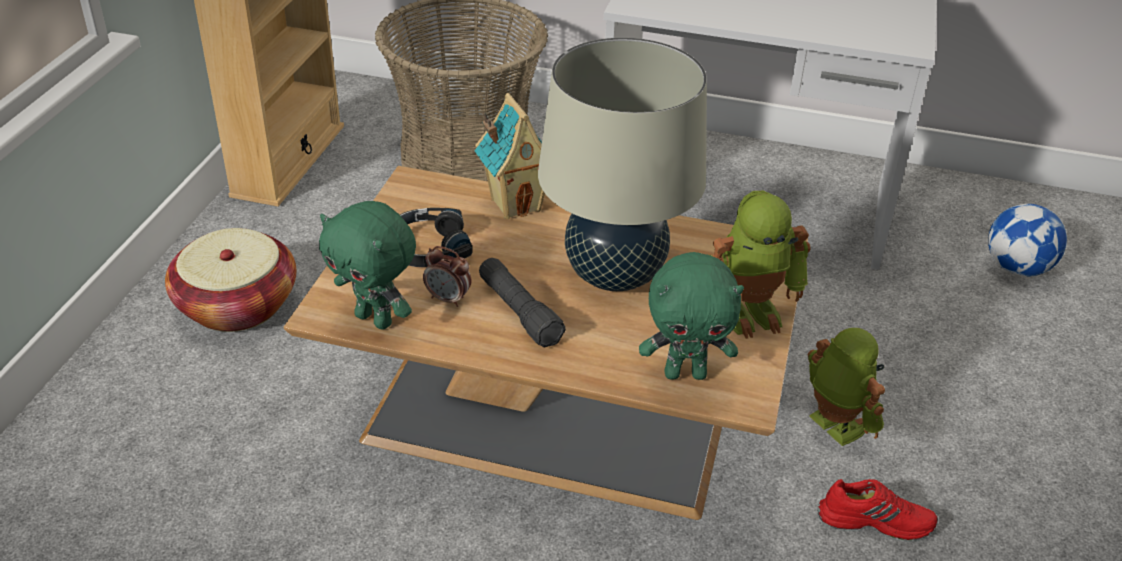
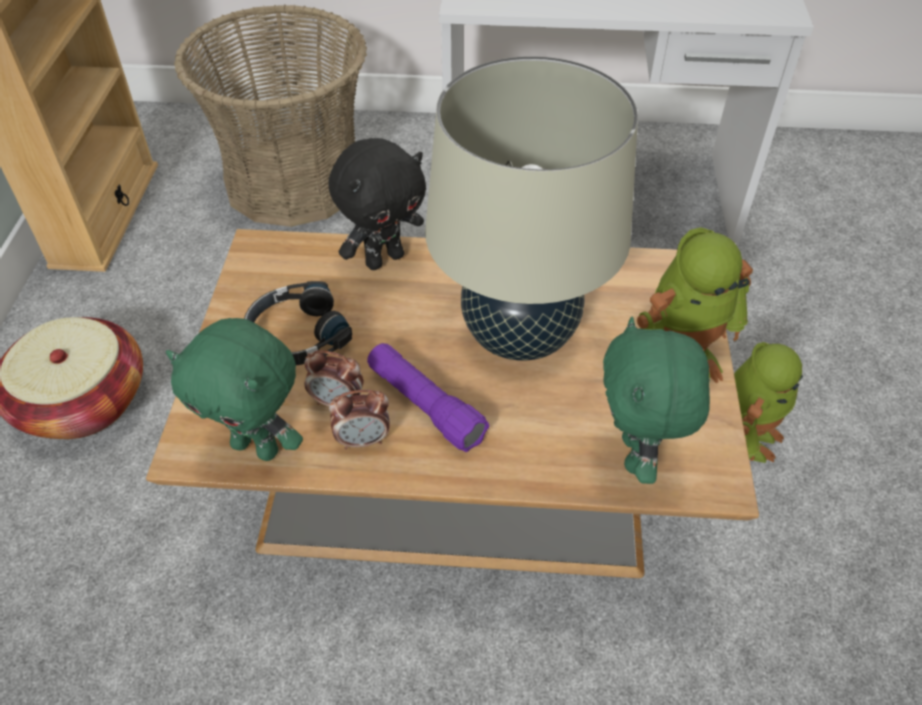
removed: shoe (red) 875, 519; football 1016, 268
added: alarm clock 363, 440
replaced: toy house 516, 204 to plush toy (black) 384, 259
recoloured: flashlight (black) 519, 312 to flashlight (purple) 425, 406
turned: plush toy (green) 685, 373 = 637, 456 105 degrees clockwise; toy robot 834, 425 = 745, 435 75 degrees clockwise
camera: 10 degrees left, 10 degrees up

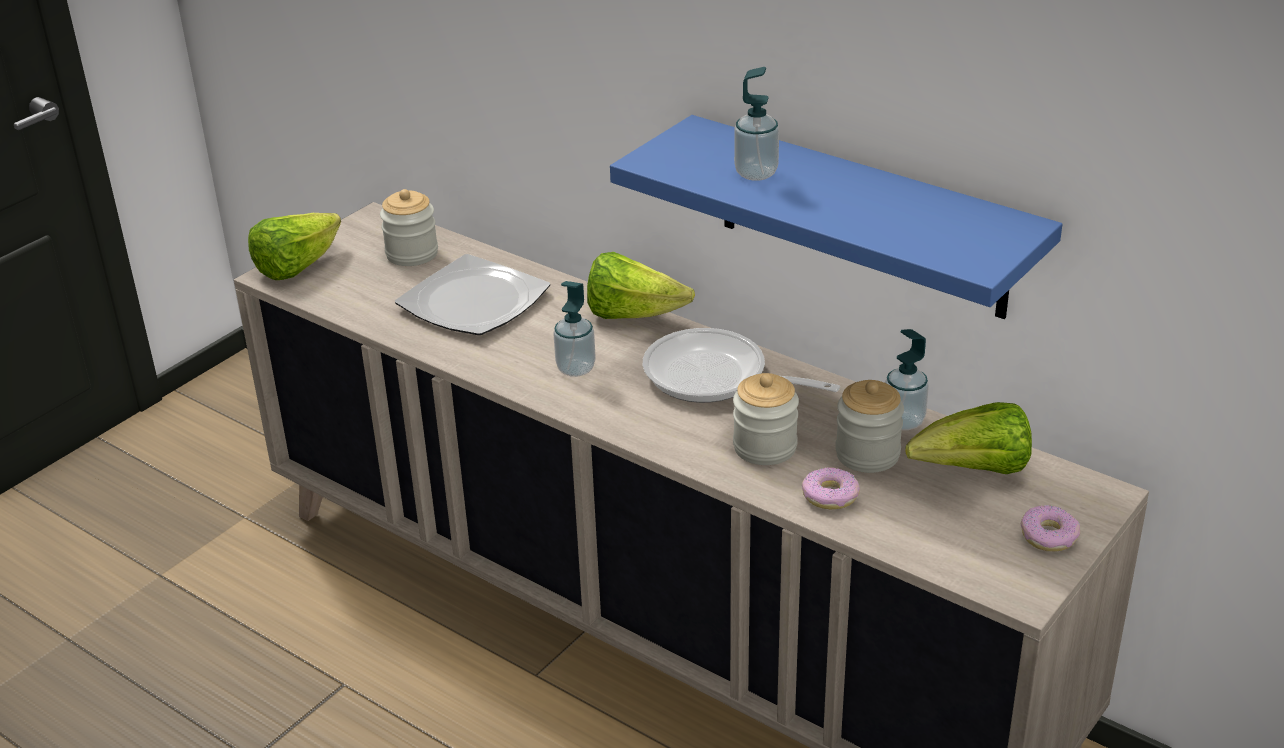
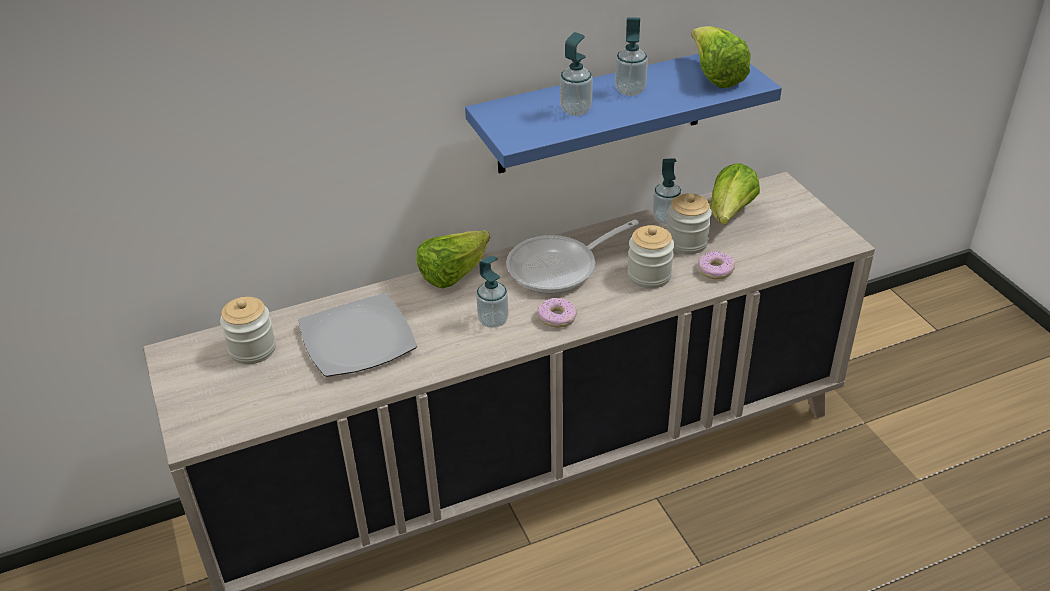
added: soap dispenser 630, 90
moved: lettuce 297, 267 to 715, 76; donut 1049, 536 to 557, 317
camera: 60 degrees left, 5 degrees up

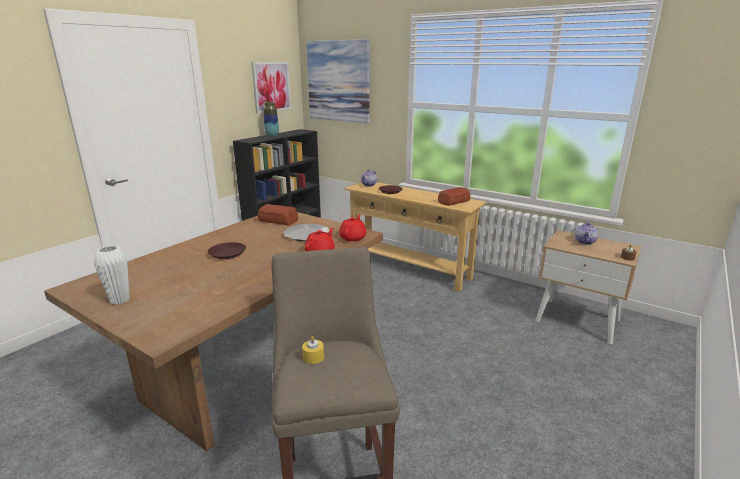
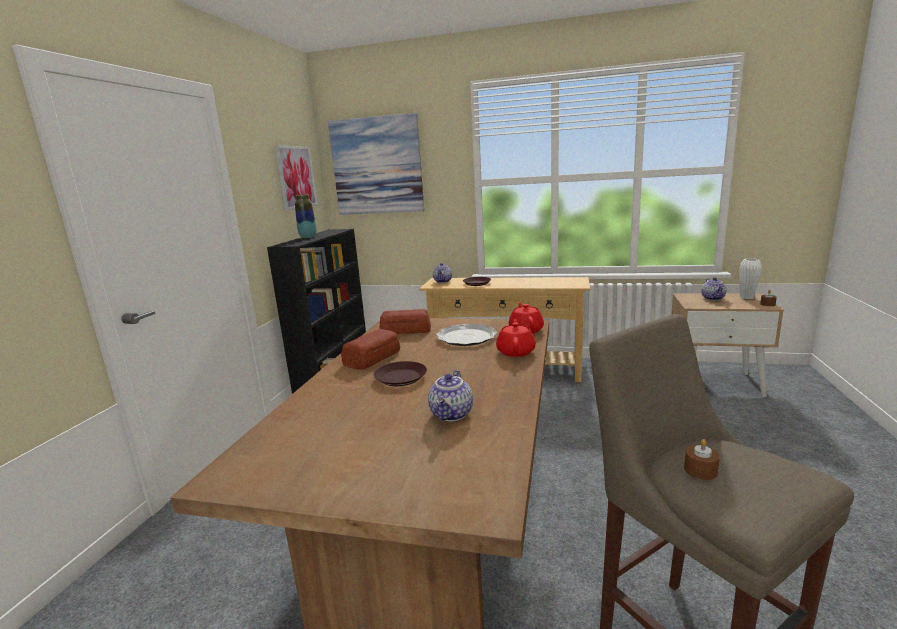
added: teapot 452, 414
moved: vase (white) 120, 300 to 746, 297; bread 453, 201 to 371, 358
recoloured: candle (yellow) 313, 357 to candle (brown) 700, 470
camera: 20 degrees left, 5 degrees down

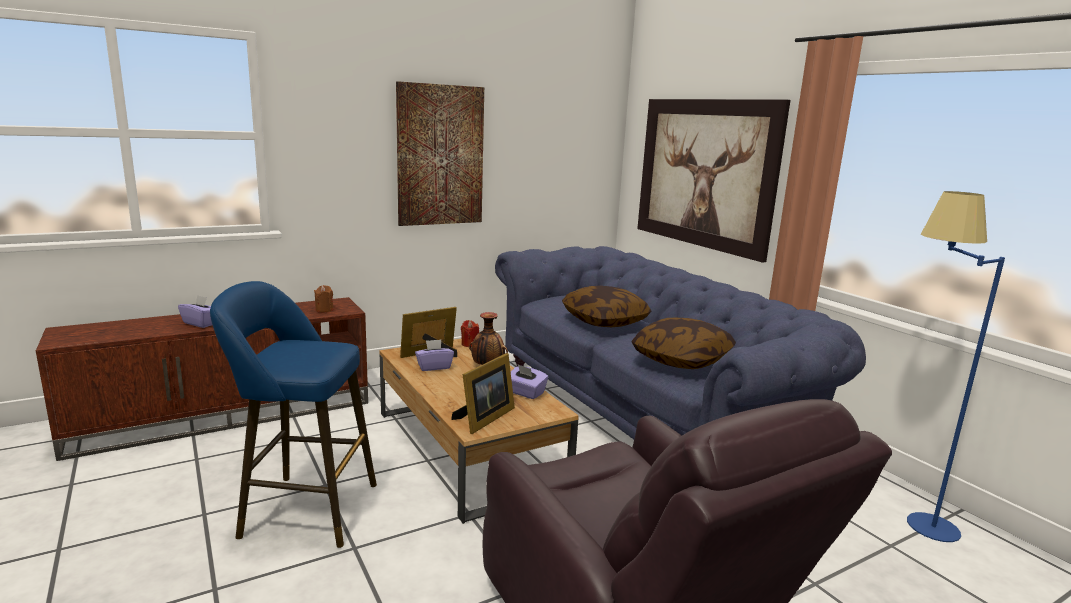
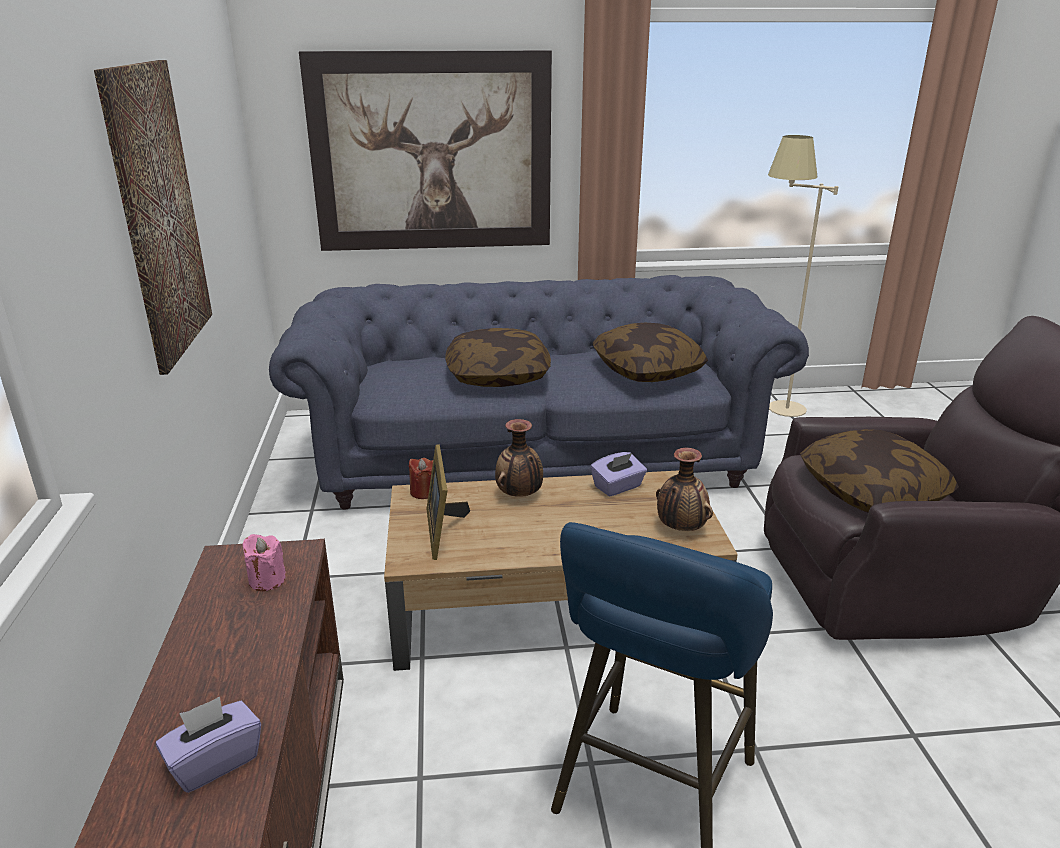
removed: tissue box (purple) 434, 367
added: pillow 872, 492
replaced: picture frame 484, 418 to vase 680, 528
recoloured: candle (brown) 324, 310 to candle (pink) 267, 580; floor lamp (blue) 909, 517 to floor lamp (beige) 773, 411
camera: 65 degrees left, 10 degrees up

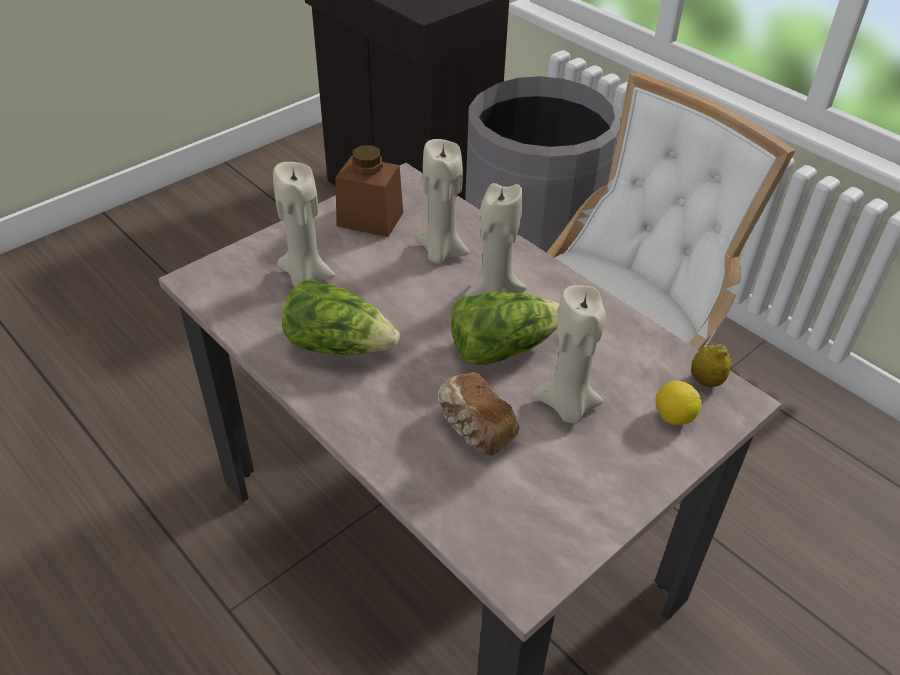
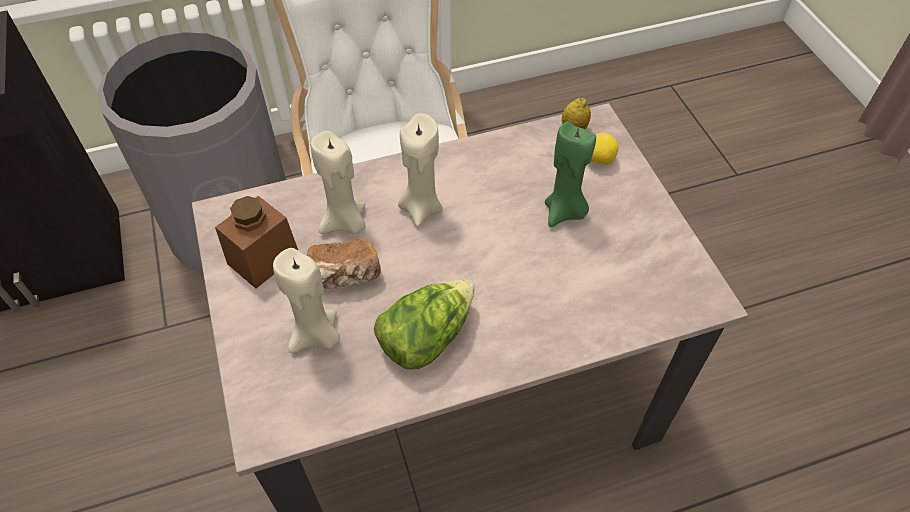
removed: lettuce 502, 347
moved: bread 473, 428 to 345, 276
recoloured: candle (beige) 567, 406 to candle (green) 564, 212
camera: 65 degrees left, 10 degrees up

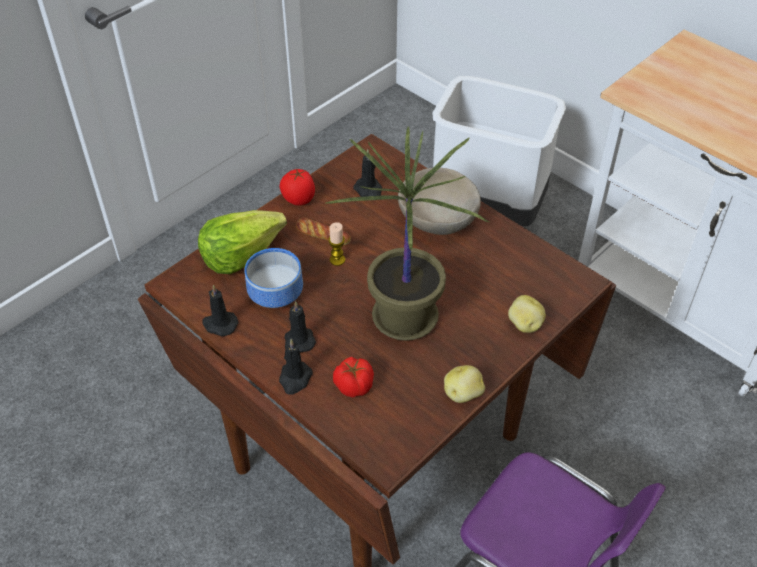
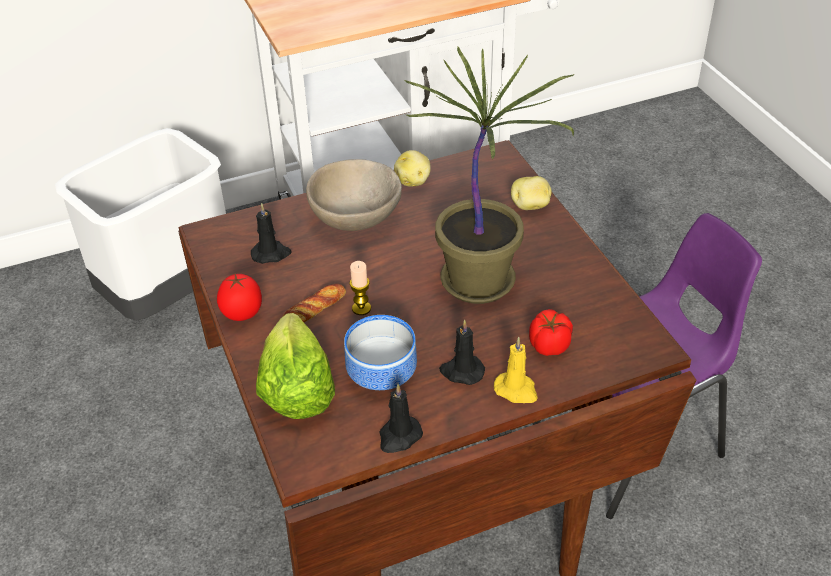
moved: potato 463, 394 to 413, 181
recoloured: candle (black) 295, 379 to candle (yellow) 516, 390
camera: 65 degrees left, 5 degrees down

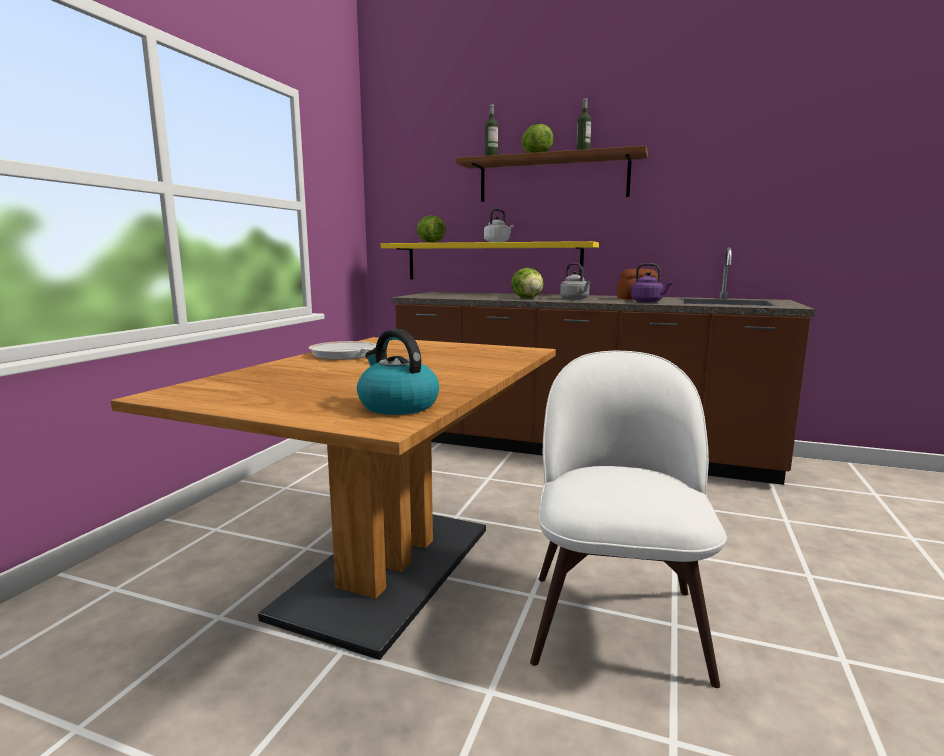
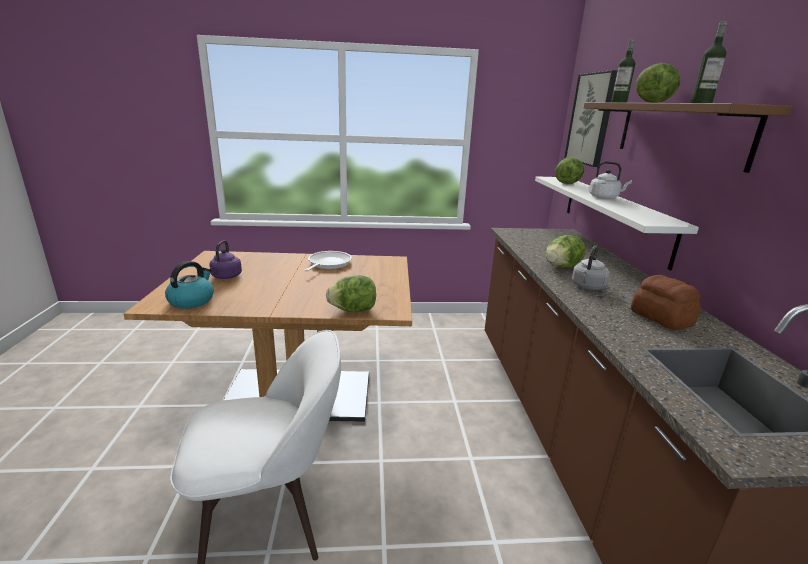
added: lettuce 353, 310; picture 591, 119
moved: kettle (purple) 648, 302 to 225, 277
recoloured: shelf (yellow) 492, 262 to shelf (white) 613, 216
camera: 65 degrees right, 10 degrees up

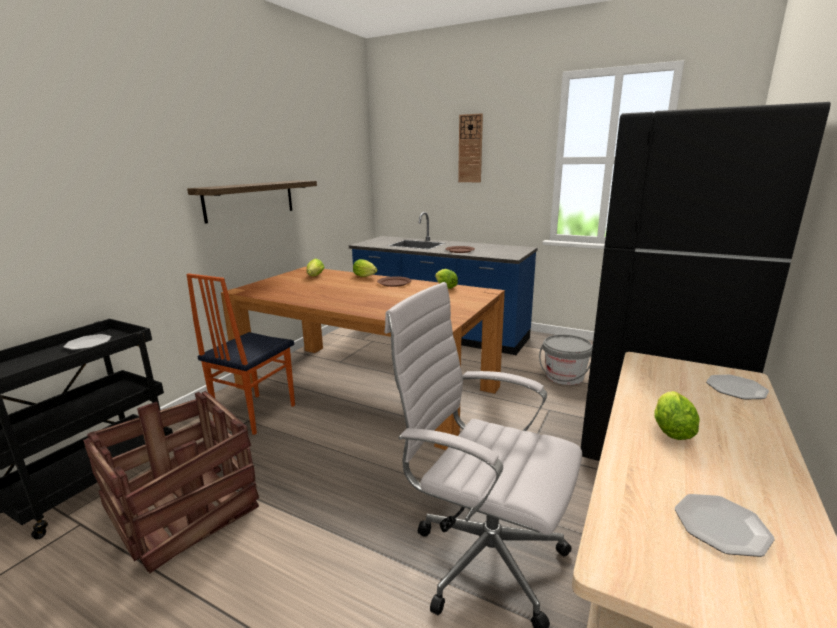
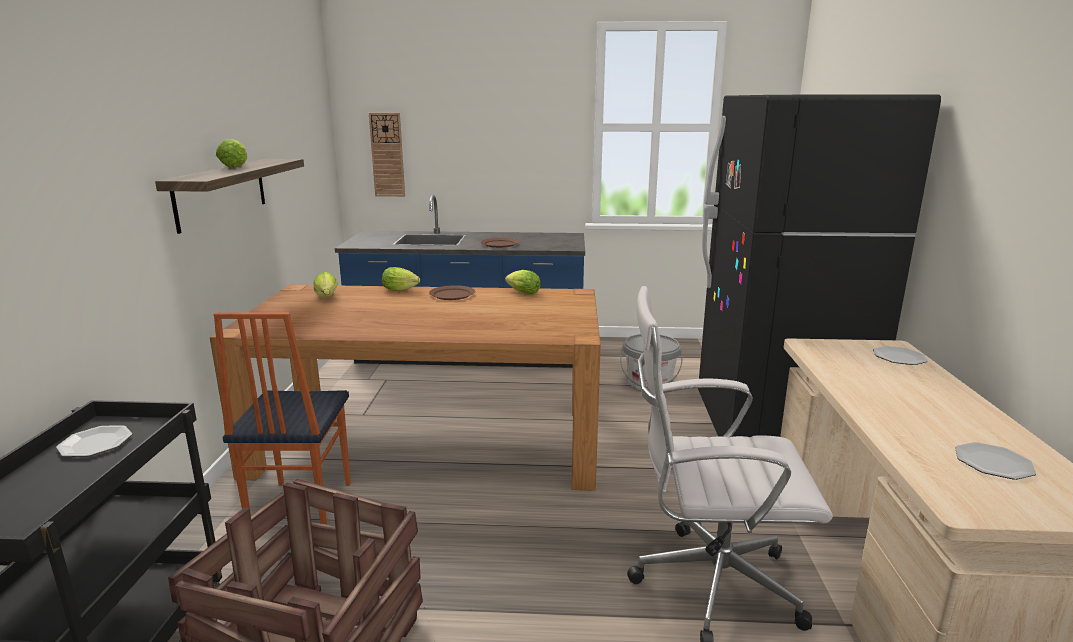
moved: wall clock 470, 149 to 387, 155; lettuce 670, 428 to 235, 166
camera: 25 degrees left, 0 degrees up

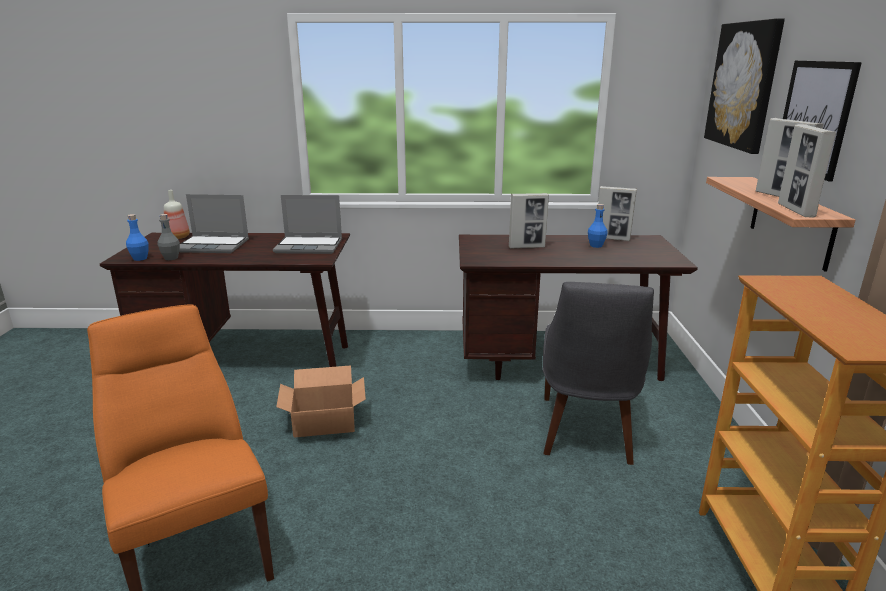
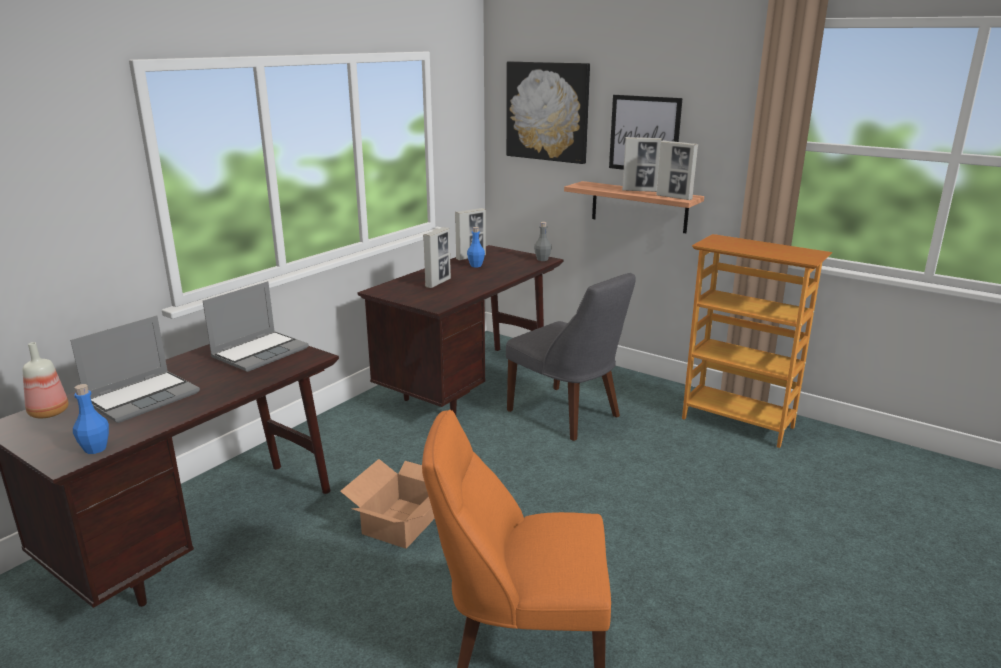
moved: bottle (grey) 171, 258 to 542, 259
camera: 55 degrees left, 0 degrees up

